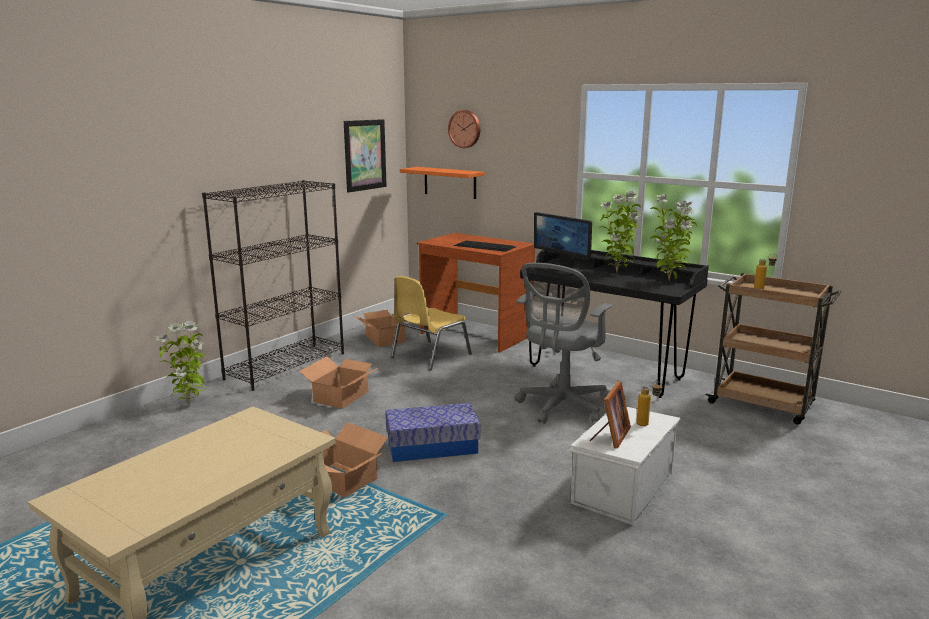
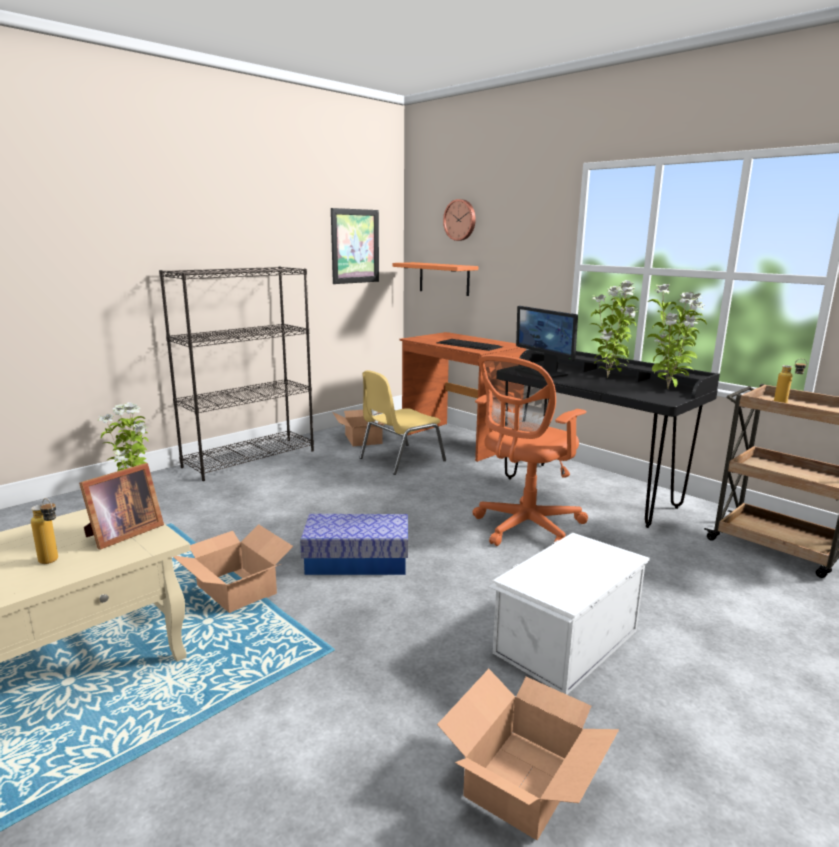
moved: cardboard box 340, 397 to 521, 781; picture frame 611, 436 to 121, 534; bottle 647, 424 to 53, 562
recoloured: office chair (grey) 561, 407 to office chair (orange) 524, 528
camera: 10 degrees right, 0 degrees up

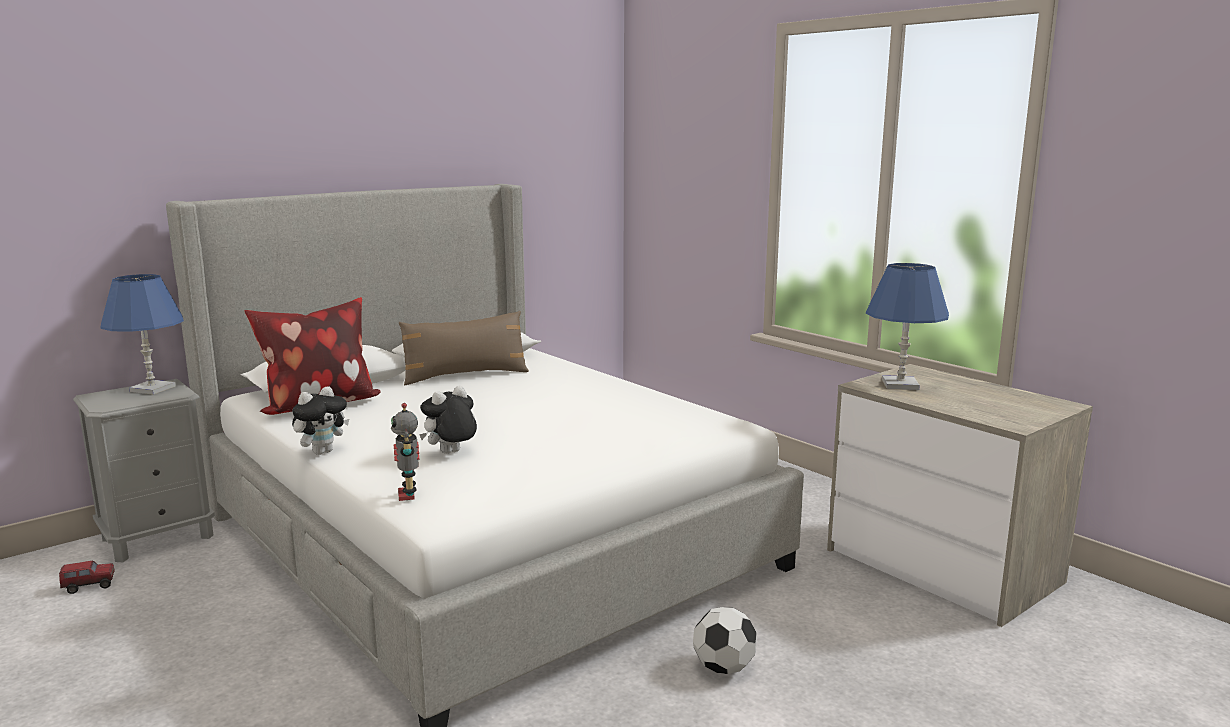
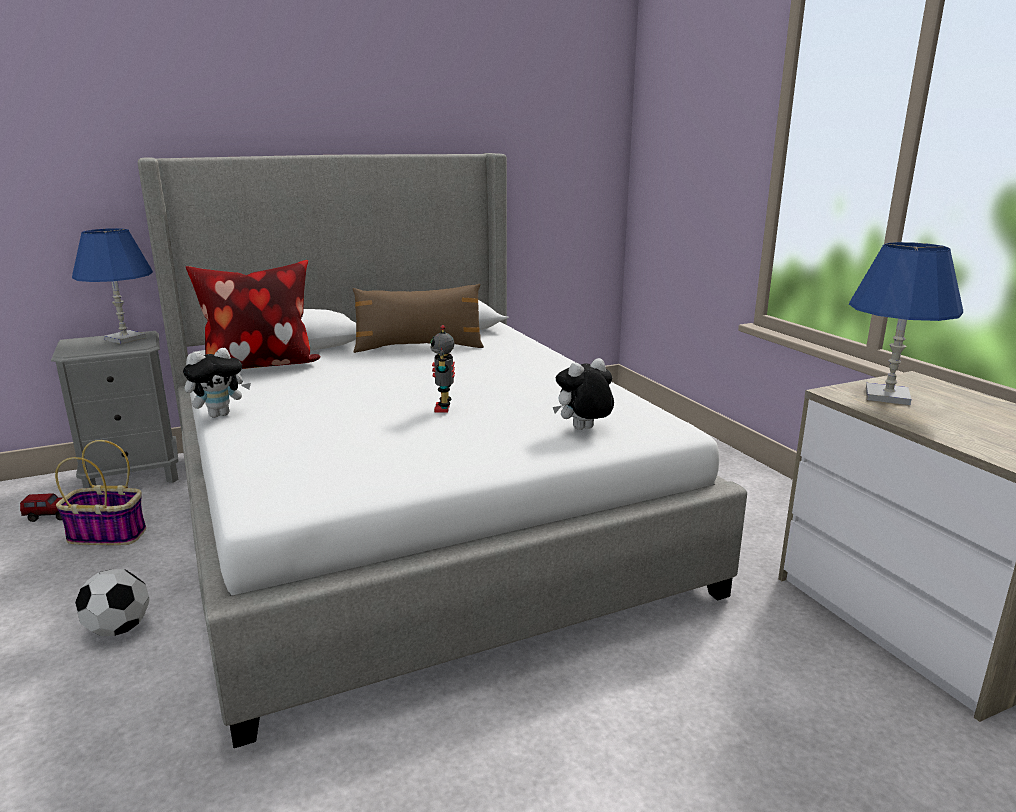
added: basket 109, 535
moved: toy robot 409, 495 to 444, 408; plush toy 451, 453 to 583, 430; football 723, 668 to 118, 629
camera: 15 degrees right, 5 degrees up

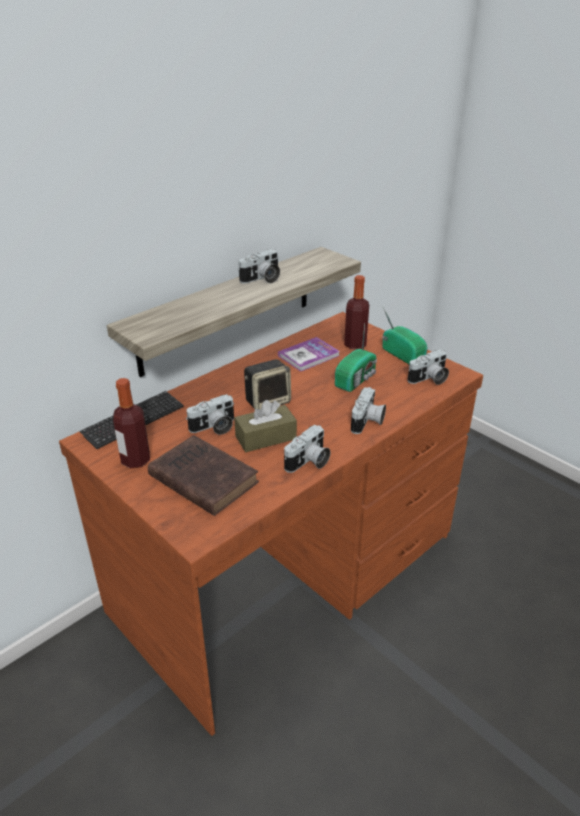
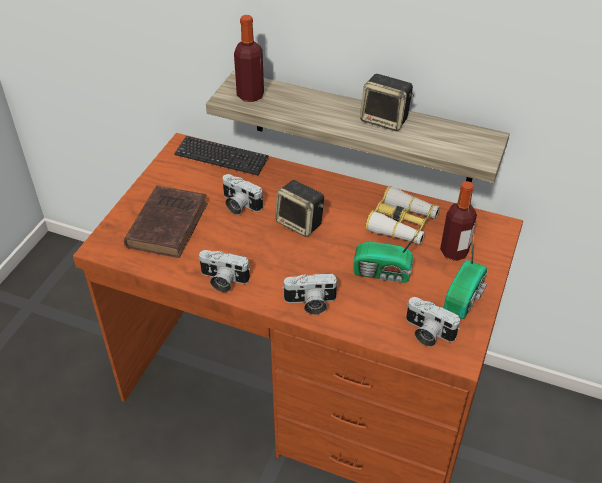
removed: tissue box (brown) 265, 437
moved: bottle 135, 460 to 250, 95
replaced: photo camera 262, 279 to speaker 385, 120; book 308, 355 to binoculars 402, 223
camera: 65 degrees right, 10 degrees up

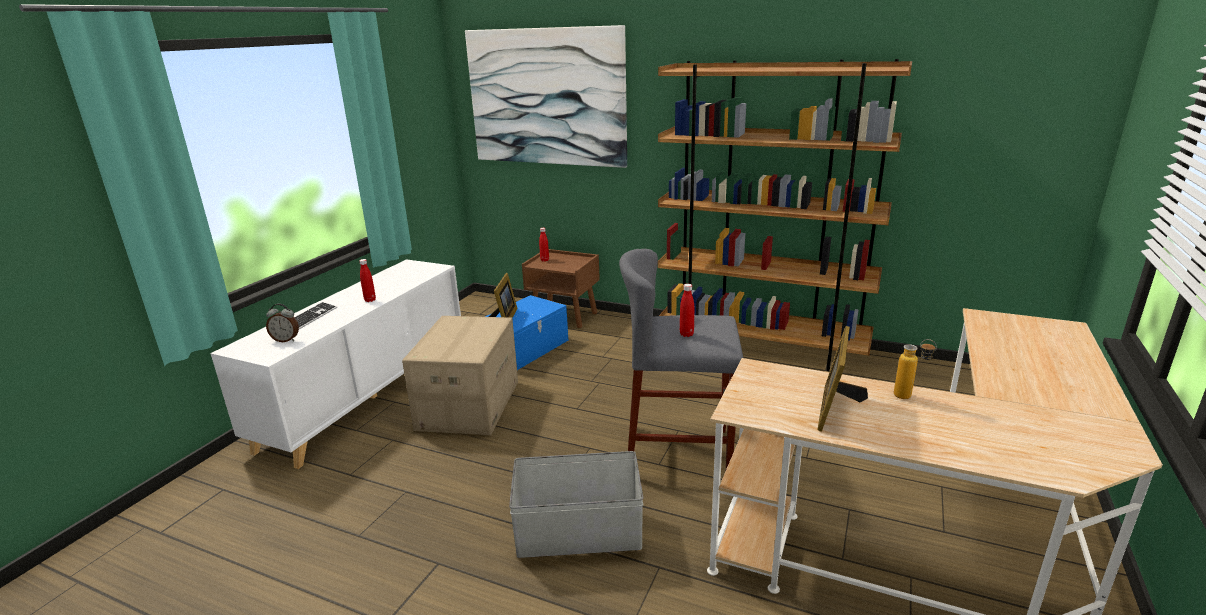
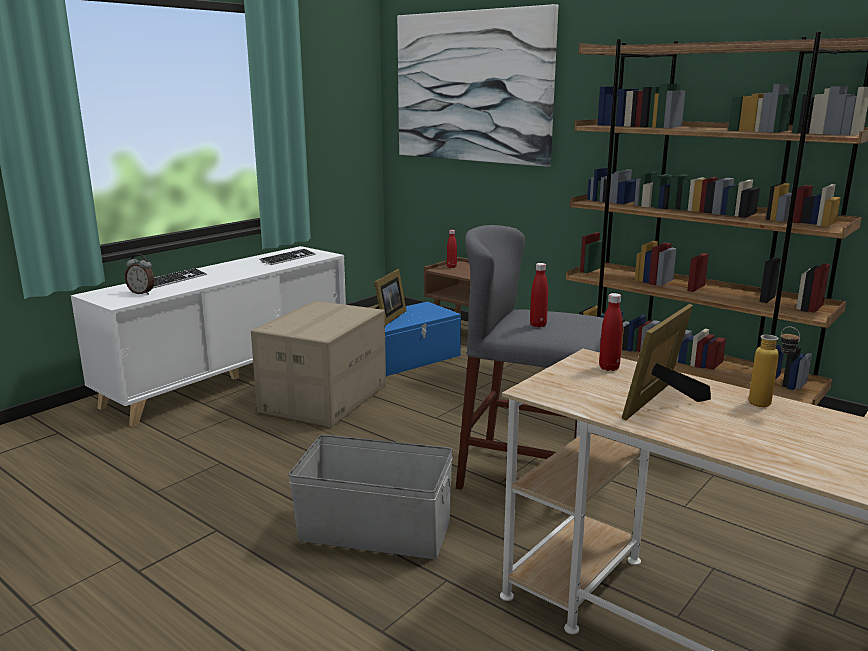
added: keyboard 288, 258
moved: bottle (red) 370, 300 to 609, 368
camera: 15 degrees right, 5 degrees down

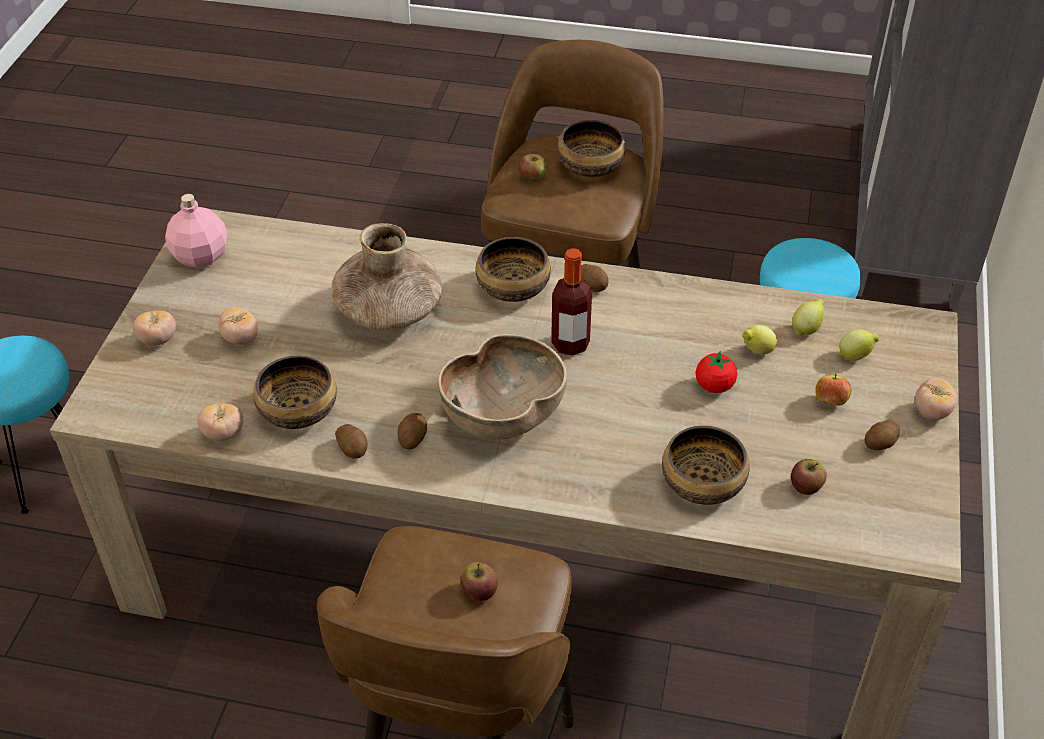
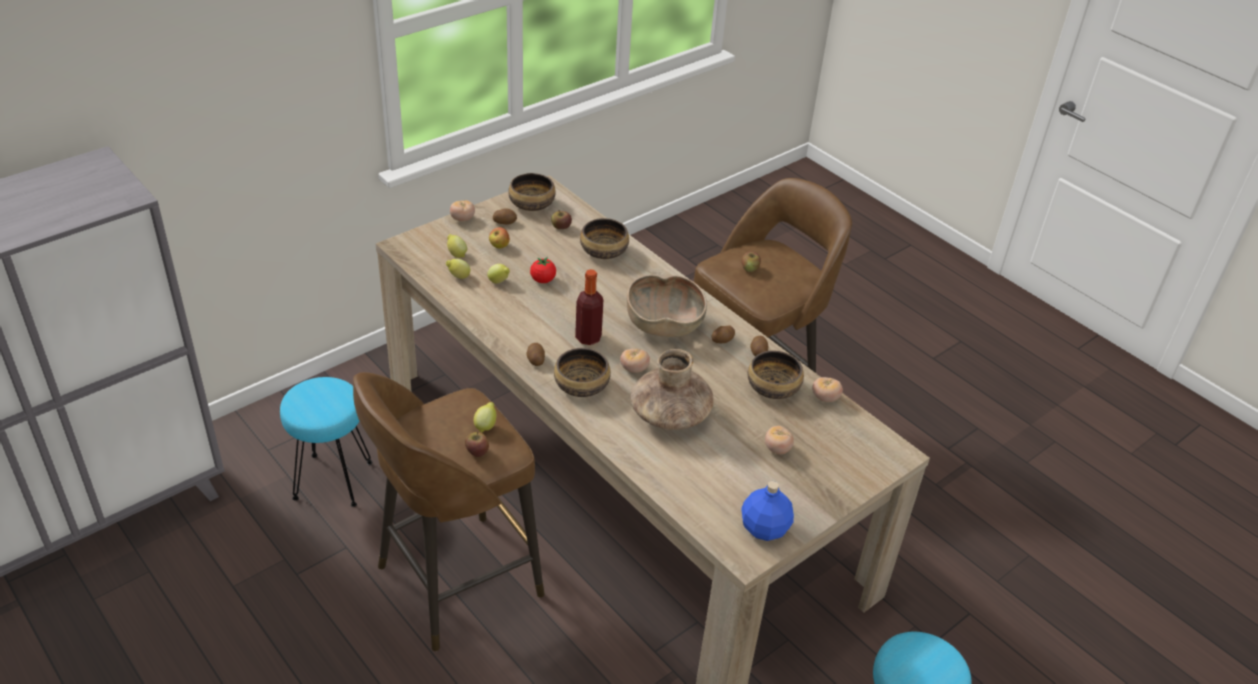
added: lemon 486, 425
moved: tomato 158, 340 to 634, 369; bowl 590, 165 to 531, 204
recoloured: bottle (pink) 201, 256 to bottle (blue) 763, 528
camera: 145 degrees left, 5 degrees down

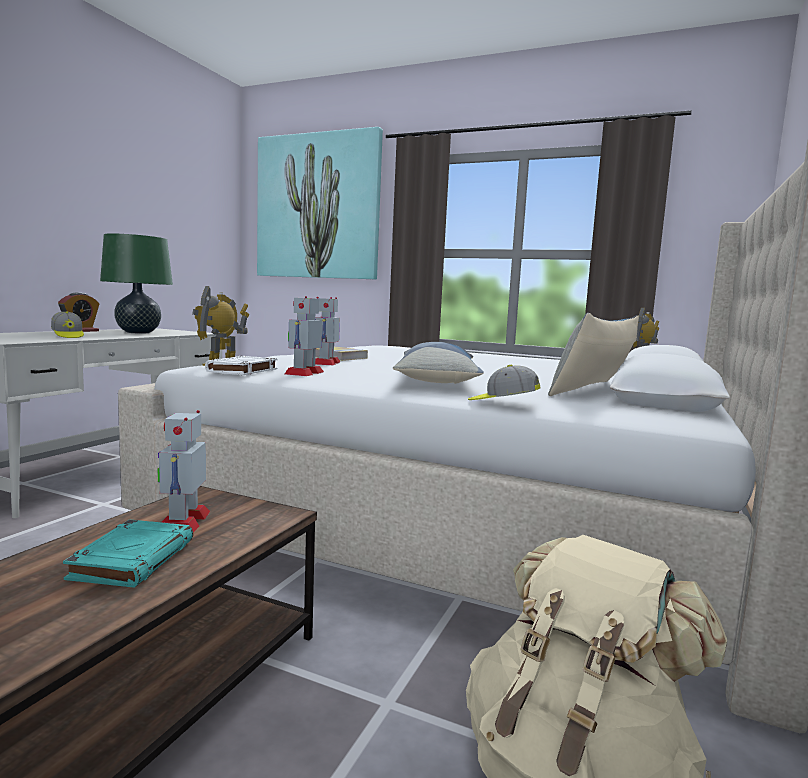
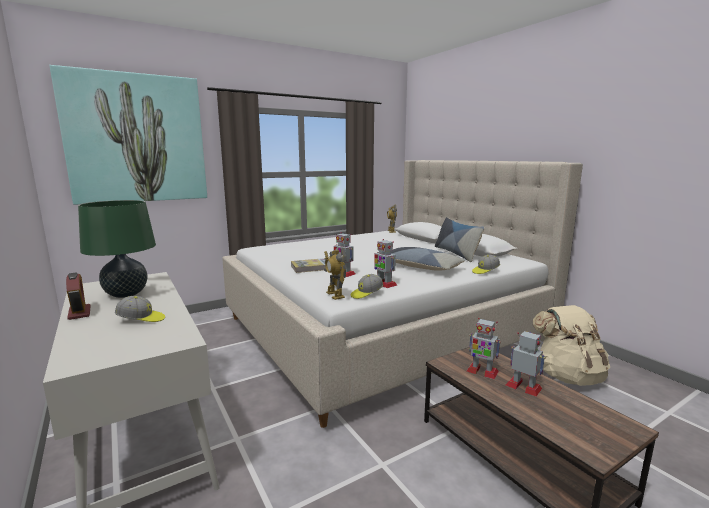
replaced: book (turquoise) 133, 559 to toy robot 524, 387; book (white) 242, 370 to cap 366, 294
camera: 55 degrees left, 5 degrees up

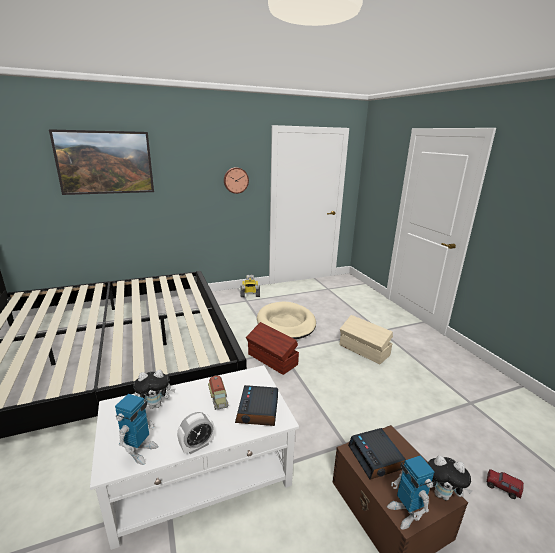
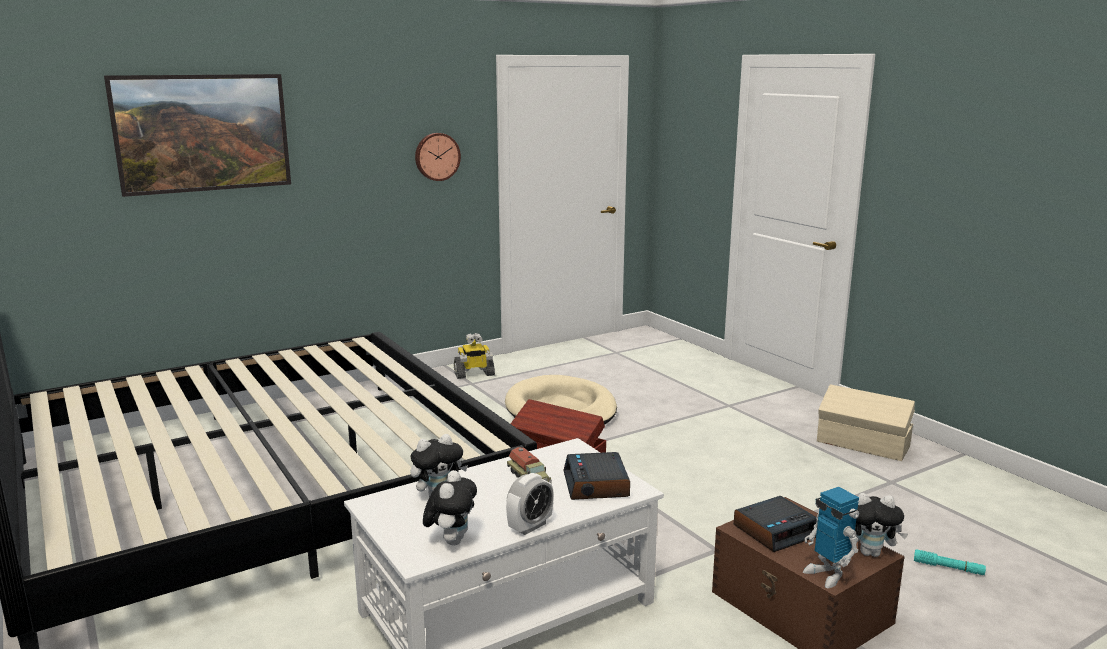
moved: storage box (beige) 364, 350 to 863, 445
replaced: toy robot 140, 451 to plush toy 451, 540; toy truck 502, 489 to flashlight (turquoise) 948, 568
turned: alarm clock 376, 457 = 775, 531 90 degrees counterclockwise
camera: 10 degrees left, 5 degrees down

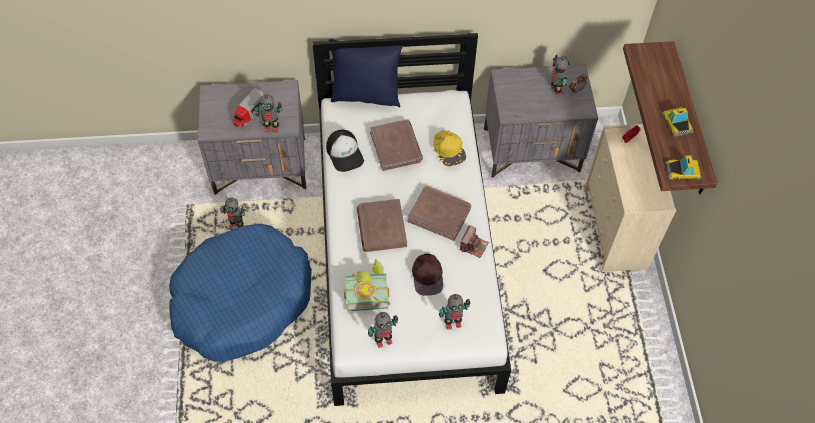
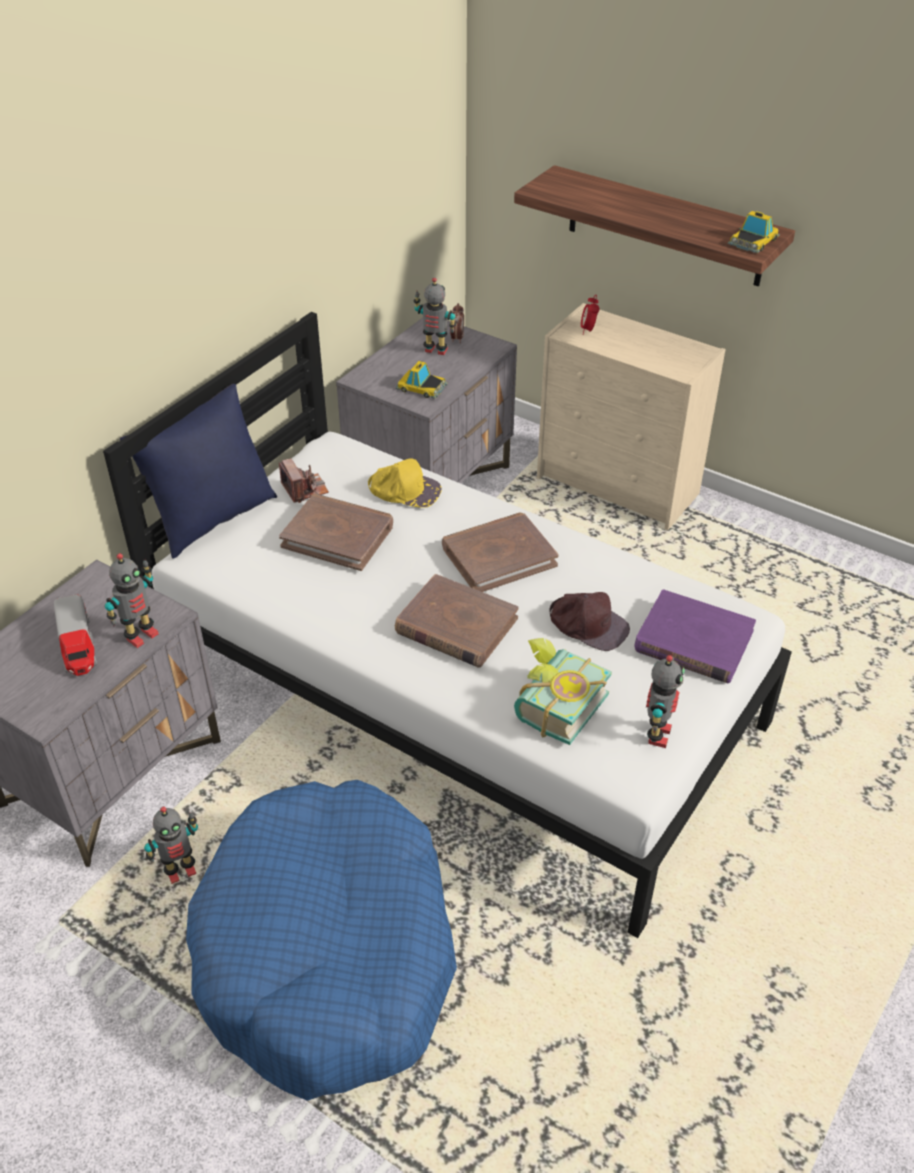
removed: cap 345, 153
moved: photo camera 473, 245 to 304, 489; toy car 677, 123 to 421, 387
replaced: toy robot 452, 322 to book (purple) 693, 641
camera: 50 degrees left, 15 degrees down

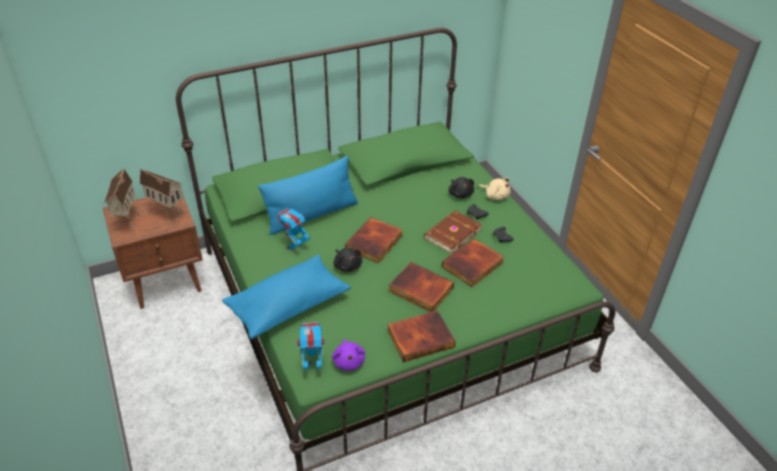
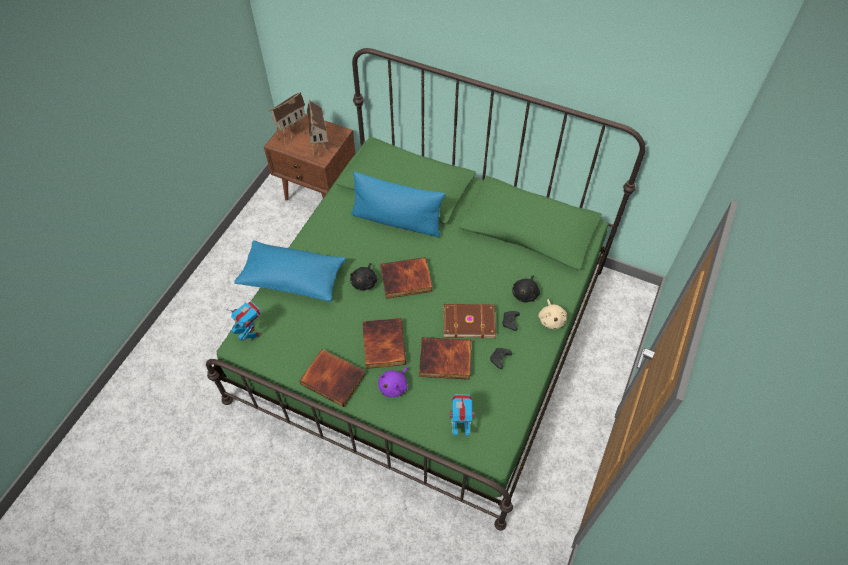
moved: toy robot 295, 247 to 460, 427; plush toy (purple) 349, 361 to 394, 386
camera: 50 degrees right, 15 degrees up

